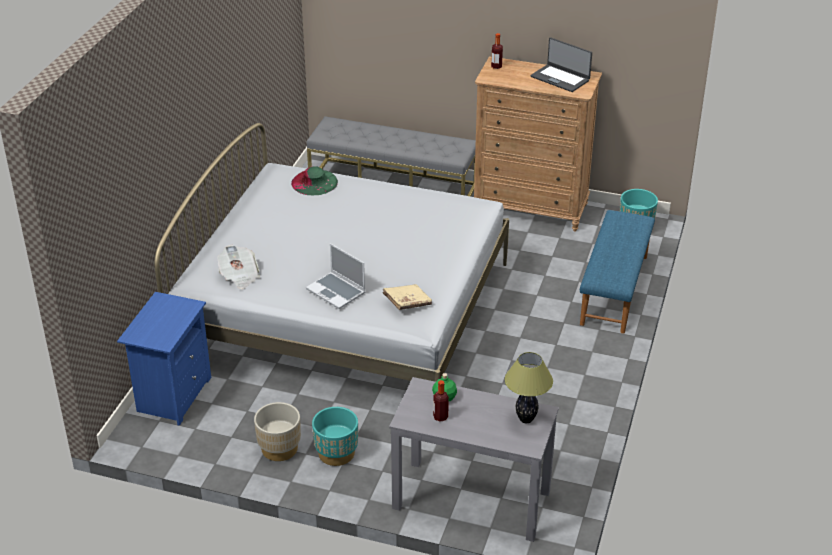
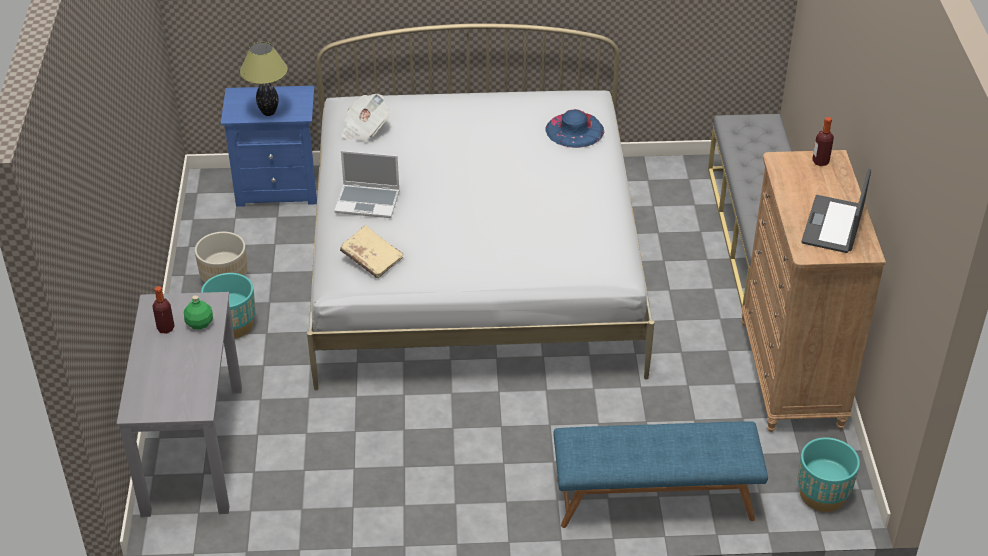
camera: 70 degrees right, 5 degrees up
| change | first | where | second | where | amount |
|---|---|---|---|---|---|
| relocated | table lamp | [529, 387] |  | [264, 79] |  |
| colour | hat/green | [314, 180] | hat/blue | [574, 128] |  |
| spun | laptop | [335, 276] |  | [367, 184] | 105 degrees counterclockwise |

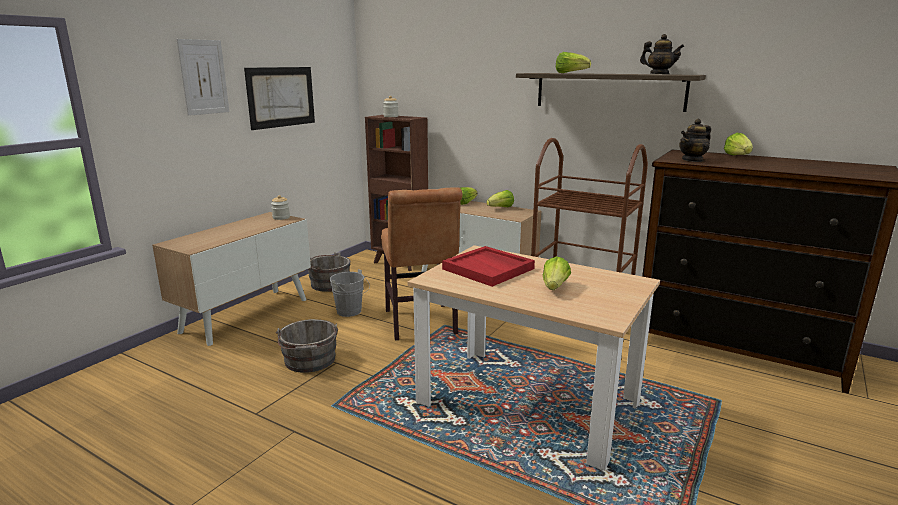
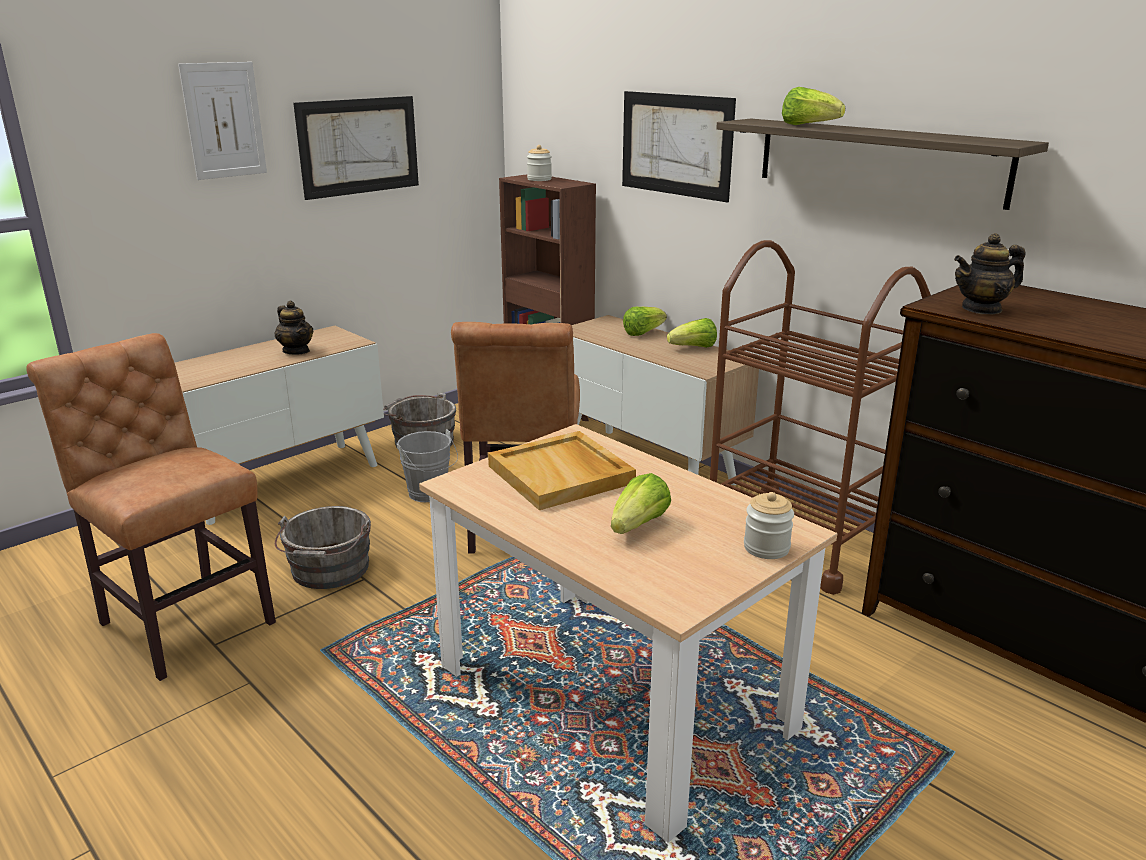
camera: 15 degrees right, 5 degrees up
| change | first | where | second | where | amount |
|---|---|---|---|---|---|
| missing | lettuce | [738, 144] |  |  |  |
| appeared |  |  | chair/brown | [151, 507] |  |
| appeared |  |  | picture | [679, 146] |  |
| relocated | jar | [280, 207] |  | [769, 525] |  |
| relocated | teapot | [662, 54] |  | [293, 328] |  |
| colour | tray/red | [488, 266] | tray/beige | [562, 470] |  |

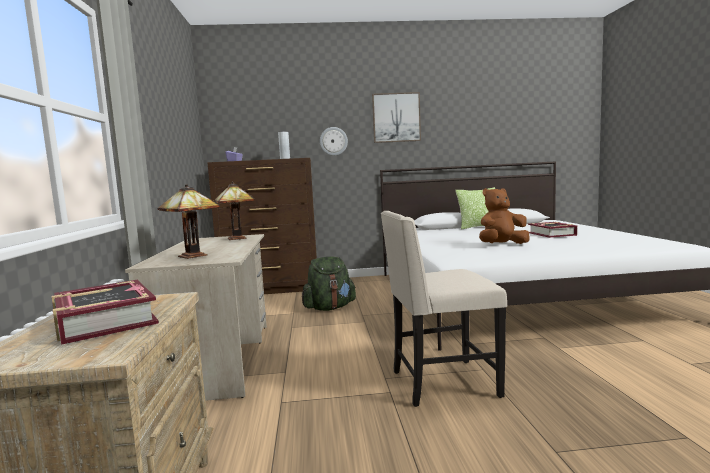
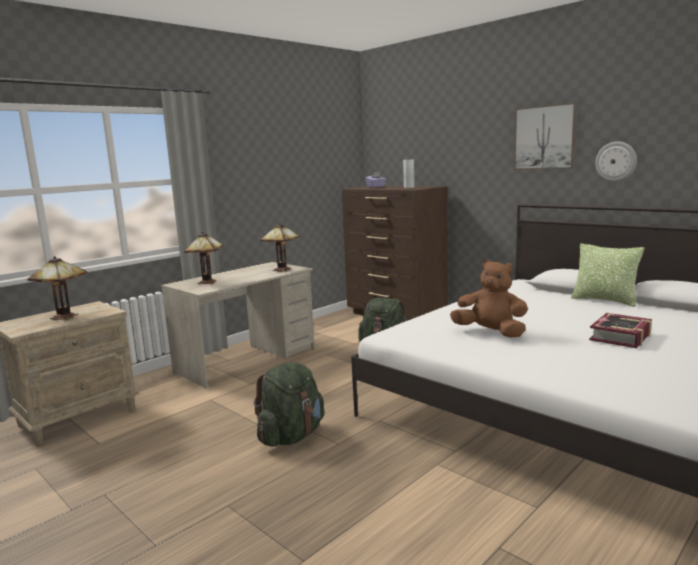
camera: 50 degrees right, 5 degrees up
| change | first | where | second | where | amount |
|---|---|---|---|---|---|
| relocated | wall clock | [334, 141] |  | [616, 161] |  |
| exchanged | book | [105, 312] | table lamp | [57, 288] |  |
| exchanged | chair/beige | [444, 309] | backpack/green | [289, 404] |  |

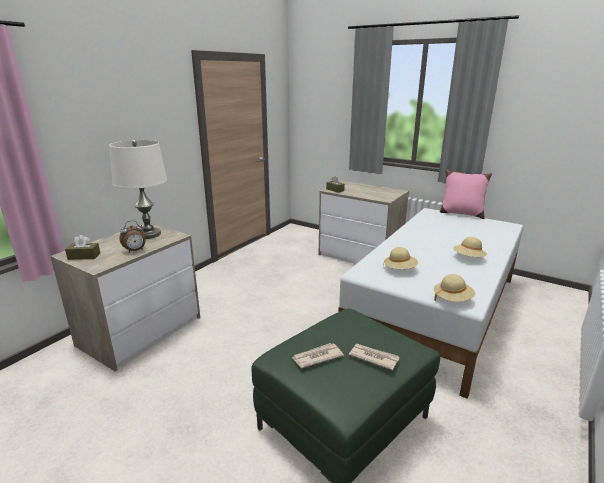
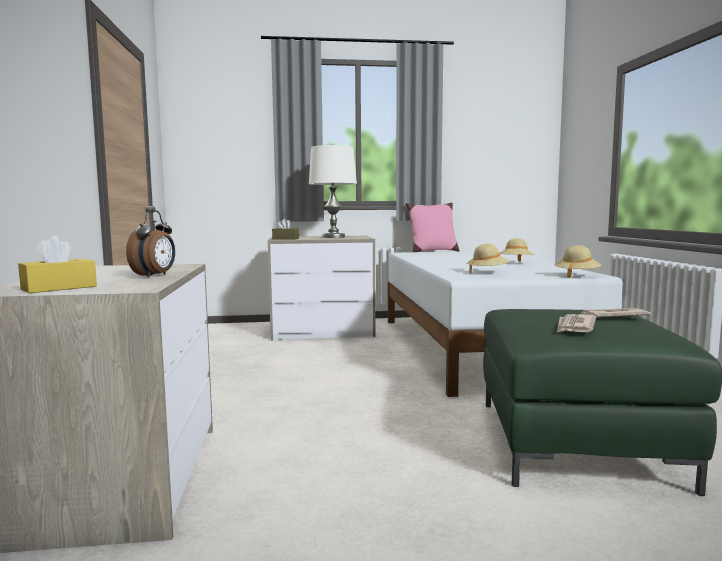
camera: 40 degrees left, 15 degrees down
| change | first | where | second | where | amount |
|---|---|---|---|---|---|
| relocated | table lamp/white | [138, 189] |  | [333, 191] |  |
| colour | tissue box/brown | [82, 247] | tissue box/yellow | [57, 264] |  |

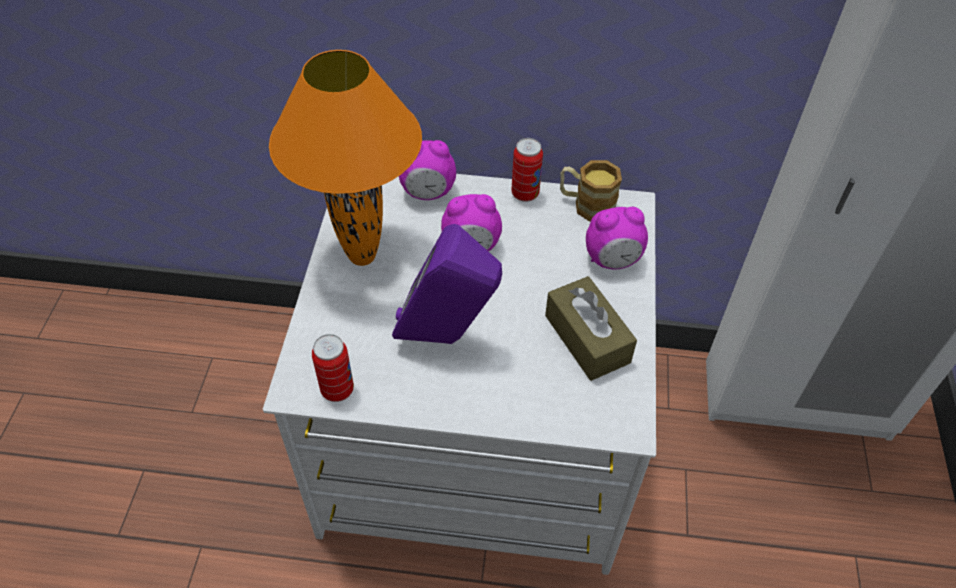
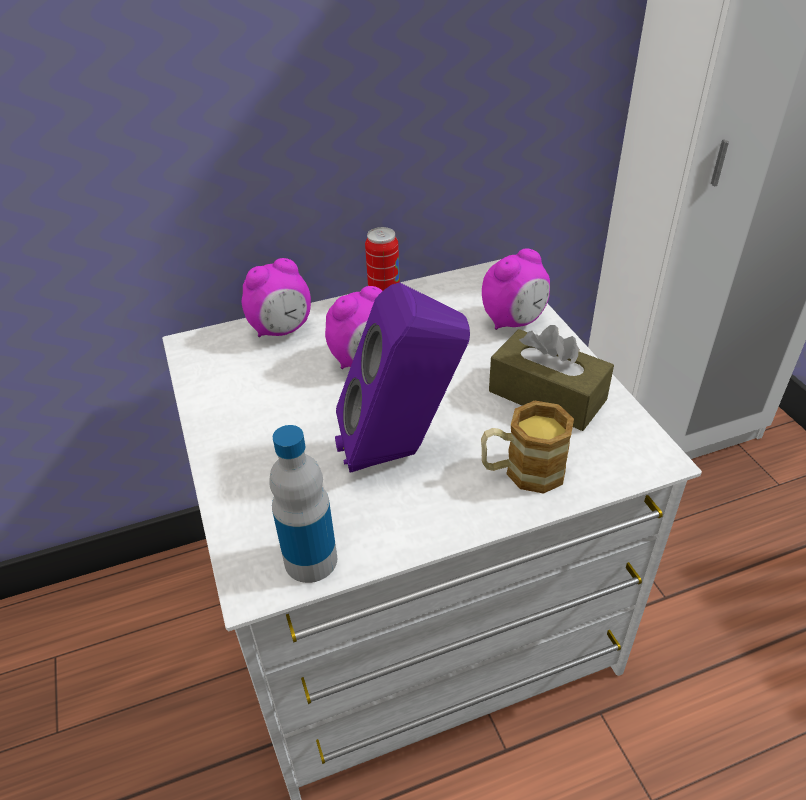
camera: 25 degrees left, 10 degrees down
| change | first | where | second | where | amount |
|---|---|---|---|---|---|
| missing | table lamp/orange | [345, 158] |  |  |  |
| relocated | mug | [591, 191] |  | [527, 447] |  |
| exchanged | can | [333, 368] | bottle | [303, 504] |  |

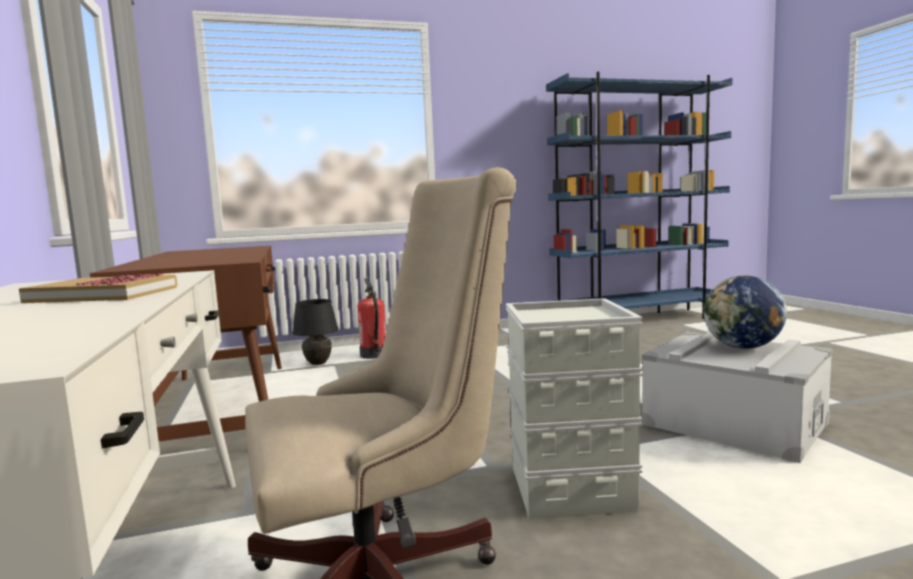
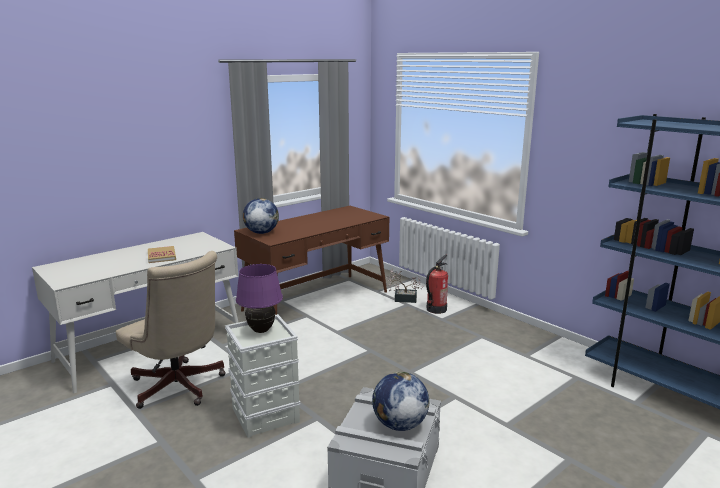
camera: 65 degrees right, 10 degrees up
| change | first | where | second | where | amount |
|---|---|---|---|---|---|
| appeared |  |  | table lamp/purple | [259, 298] |  |
| appeared |  |  | globe | [261, 216] |  |
| exchanged | table lamp/black | [315, 332] | potted plant | [404, 285] |  |

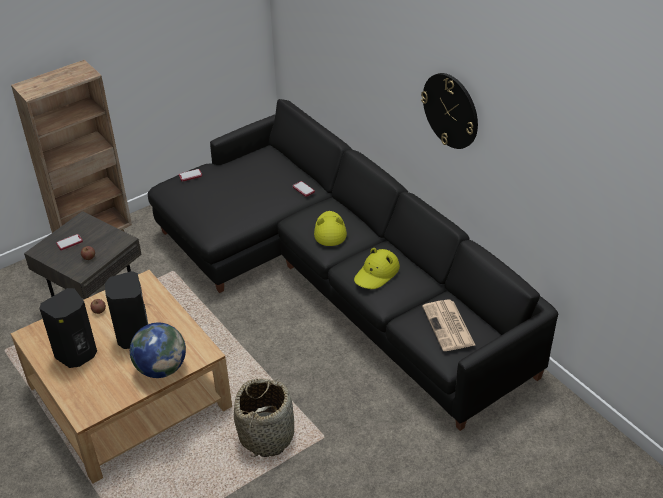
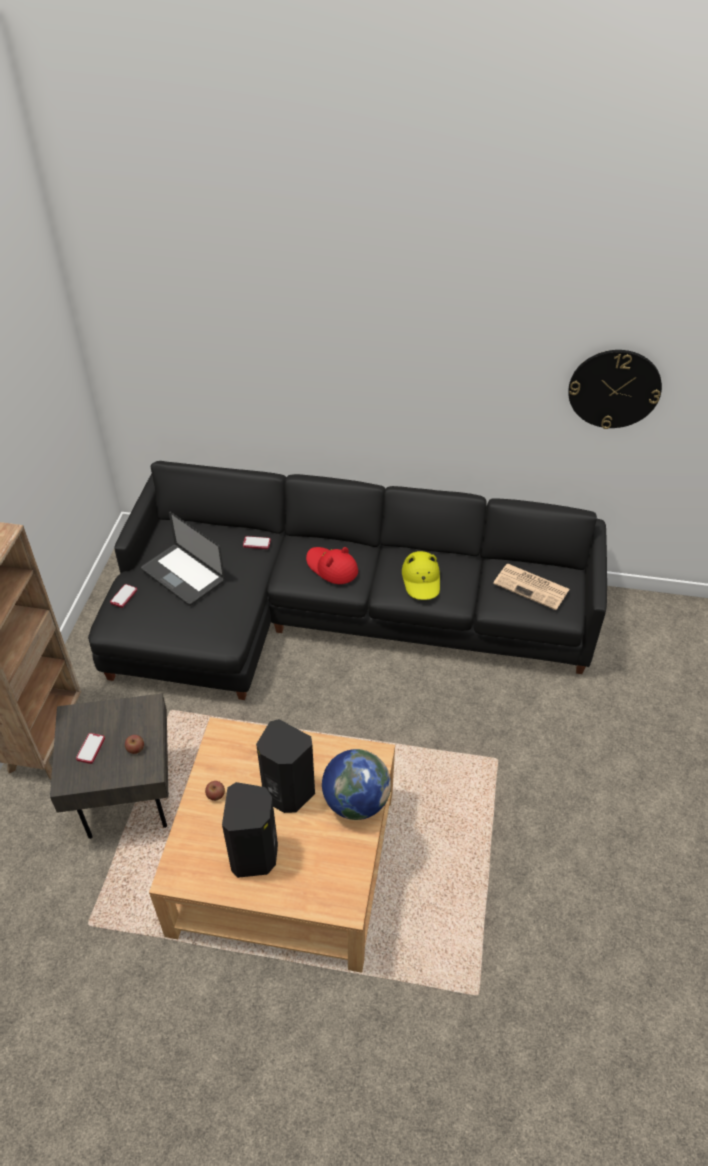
camera: 45 degrees left, 5 degrees up
| change | first | where | second | where | amount |
|---|---|---|---|---|---|
| missing | basket | [264, 418] |  |  |  |
| appeared |  |  | laptop | [183, 558] |  |
| relocated | wall clock | [449, 111] |  | [615, 389] |  |
| colour | hat/yellow | [330, 228] | hat/red | [332, 565] |  |

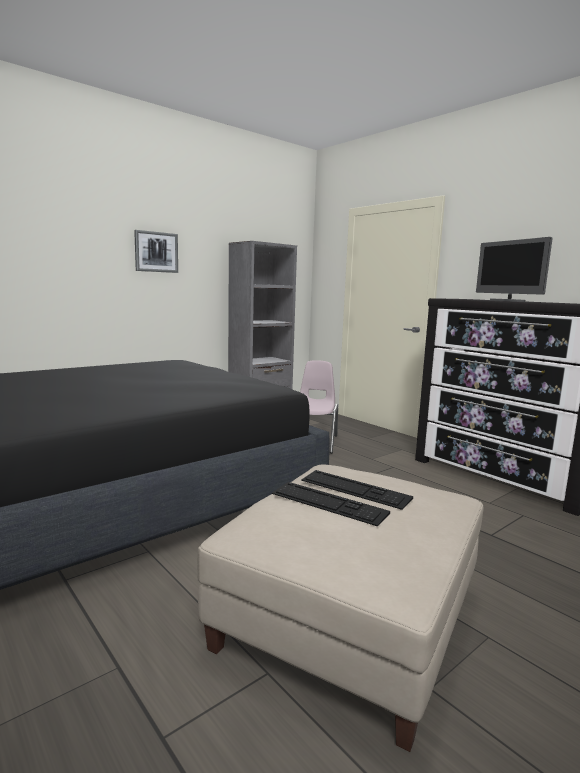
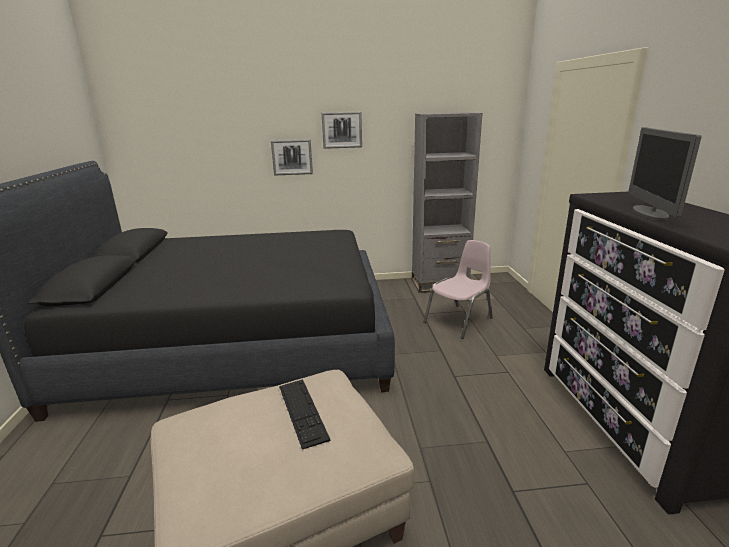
camera: 35 degrees right, 10 degrees up
| change | first | where | second | where | amount |
|---|---|---|---|---|---|
| missing | keyboard | [331, 504] |  |  |  |
| appeared |  |  | picture | [292, 157] |  |

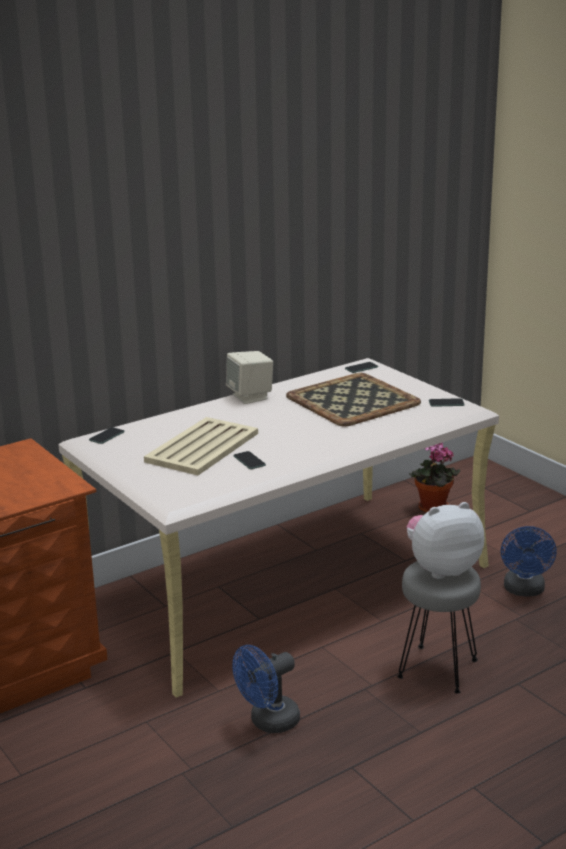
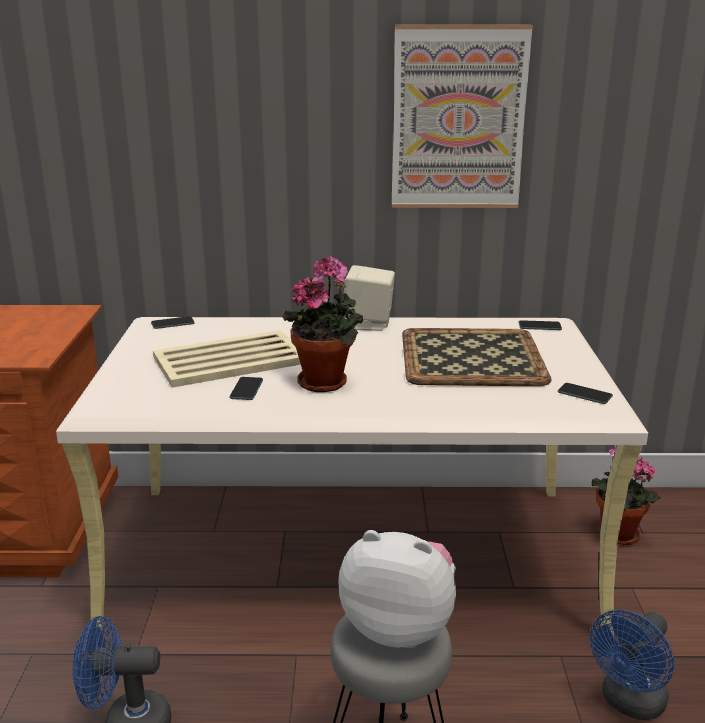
camera: 35 degrees right, 0 degrees up
| change | first | where | second | where | amount |
|---|---|---|---|---|---|
| appeared |  |  | potted plant | [323, 324] |  |
| appeared |  |  | picture | [462, 116] |  |

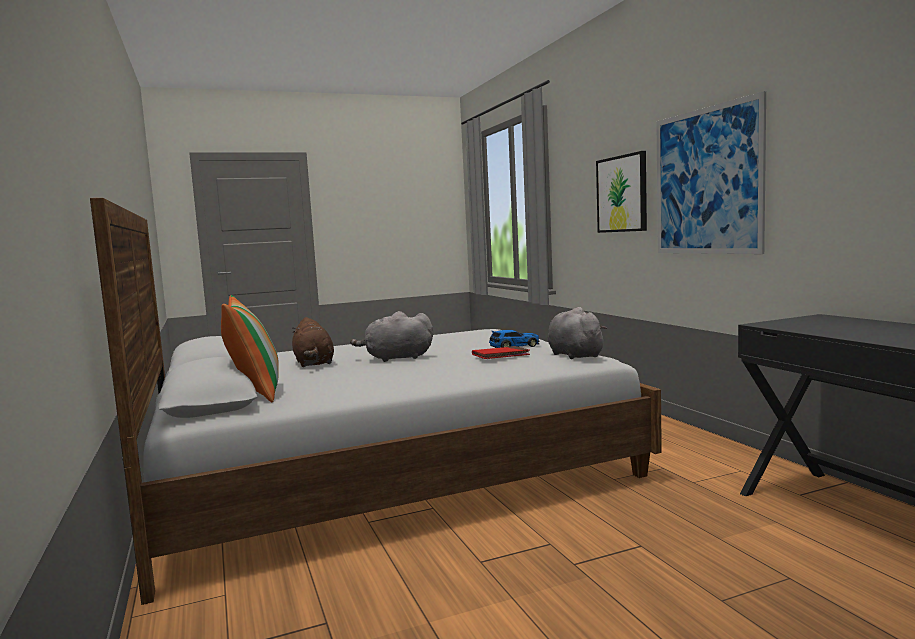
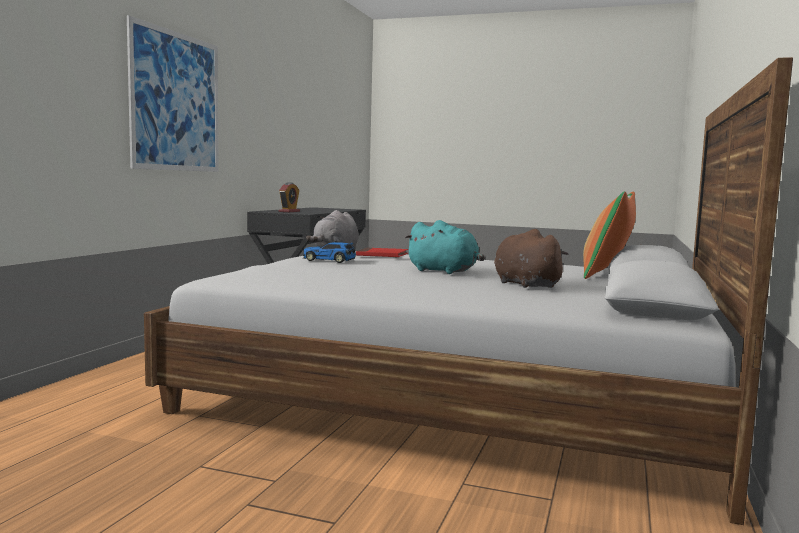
camera: 140 degrees left, 0 degrees up
| change | first | where | second | where | amount |
|---|---|---|---|---|---|
| missing | picture | [621, 192] |  |  |  |
| appeared |  |  | alarm clock | [289, 197] |  |
| colour | plush toy/grey | [391, 336] | plush toy/turquoise | [445, 247] |  |
| spun | plush toy/brown | [313, 342] |  | [531, 258] | 45 degrees counterclockwise |

